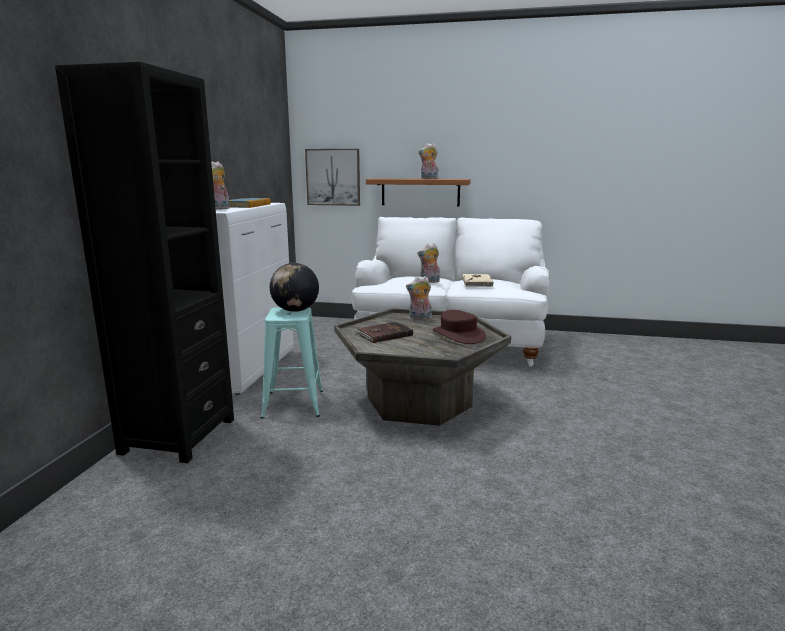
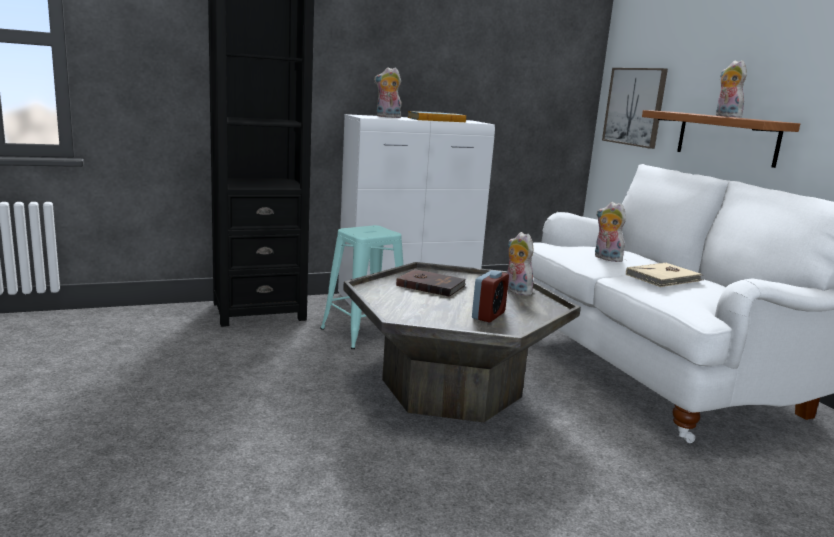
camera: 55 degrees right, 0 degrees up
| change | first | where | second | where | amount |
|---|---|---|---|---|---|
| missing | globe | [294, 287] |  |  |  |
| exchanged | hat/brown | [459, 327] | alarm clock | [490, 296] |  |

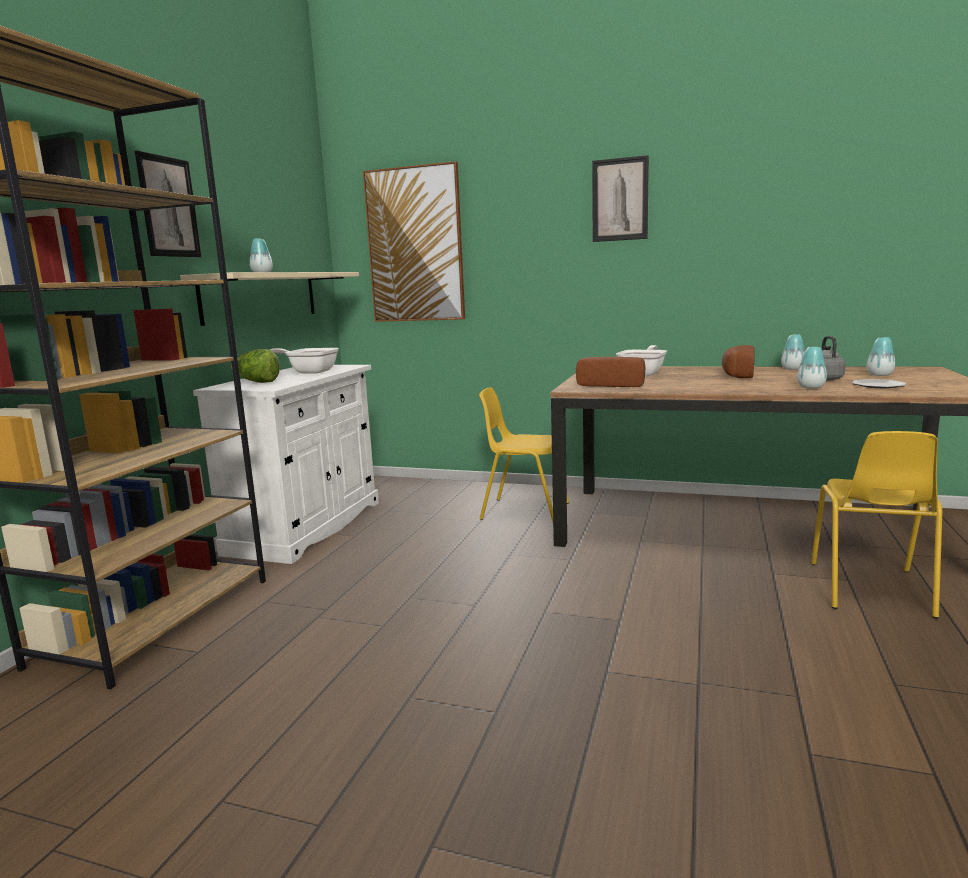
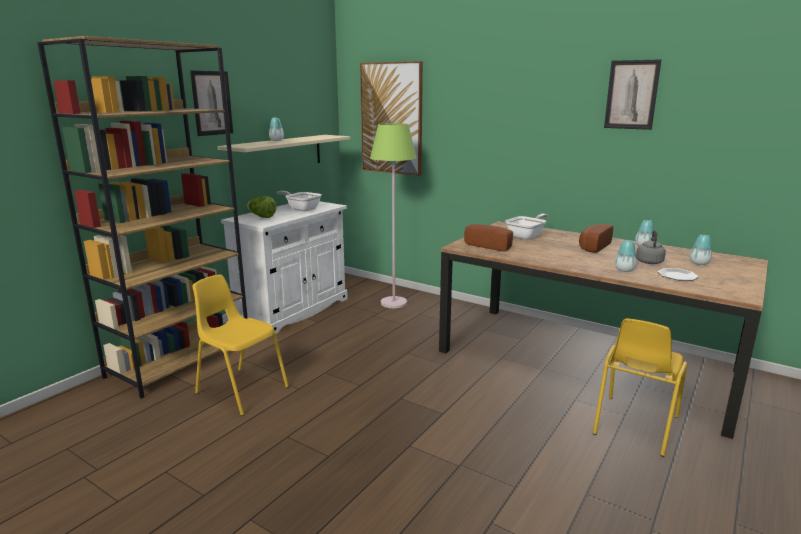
camera: 15 degrees right, 5 degrees up
| change | first | where | second | where | amount |
|---|---|---|---|---|---|
| appeared |  |  | floor lamp/green | [393, 215] |  |
| relocated | chair/yellow | [524, 455] |  | [240, 345] |  |
| relocated | picture | [620, 198] |  | [632, 94] |  |

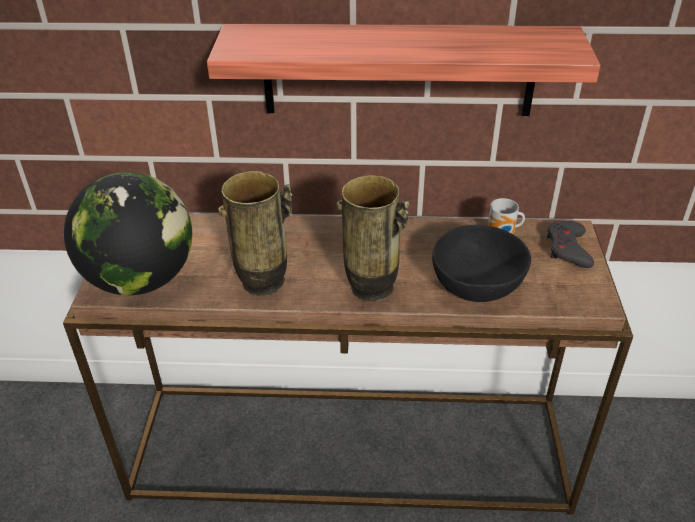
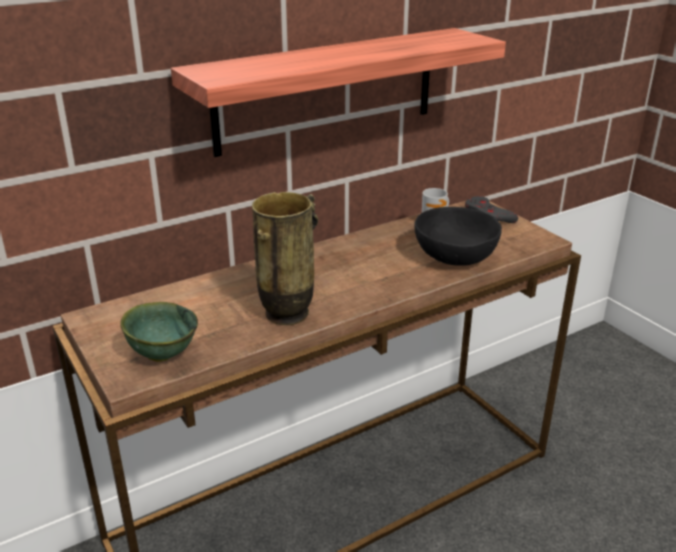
camera: 35 degrees left, 10 degrees down
| change | first | where | second | where | amount |
|---|---|---|---|---|---|
| missing | vase | [372, 238] |  |  |  |
| exchanged | globe | [128, 233] | bowl/green | [159, 332] |  |

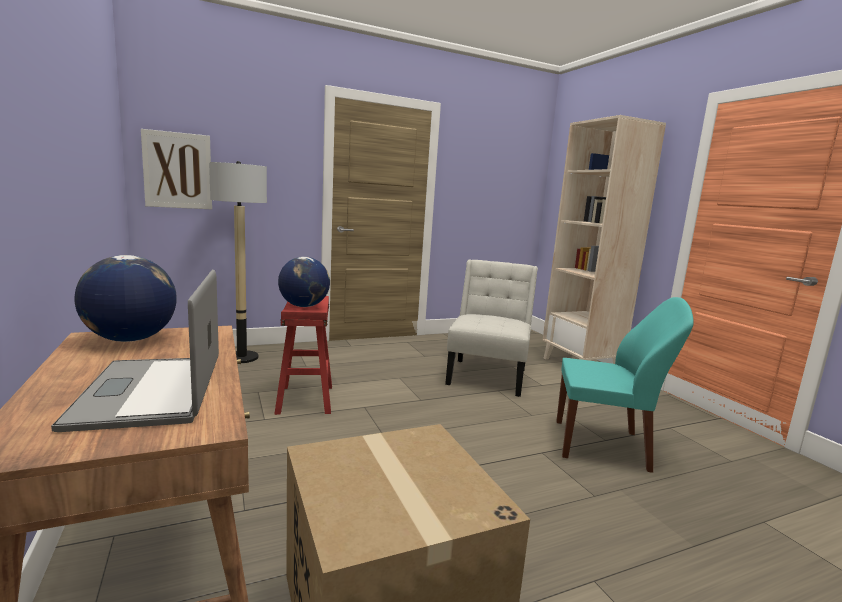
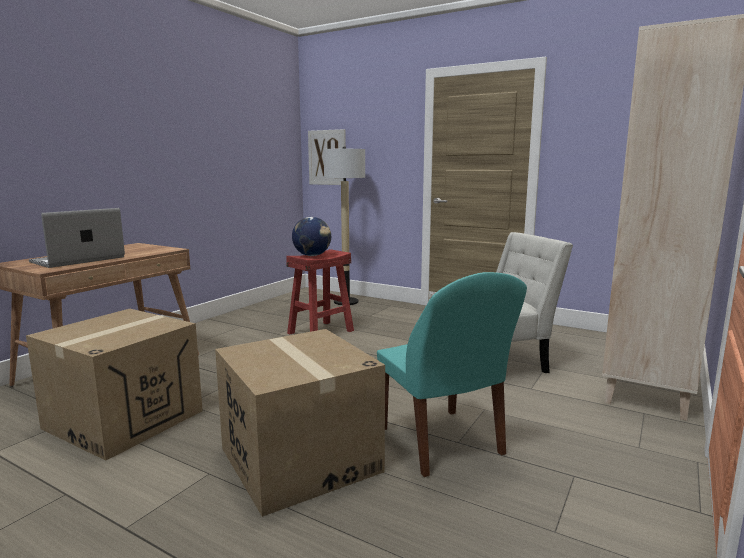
camera: 55 degrees right, 0 degrees up
| change | first | where | second | where | amount |
|---|---|---|---|---|---|
| missing | globe | [126, 298] |  |  |  |
| appeared |  |  | cardboard box | [300, 423] |  |

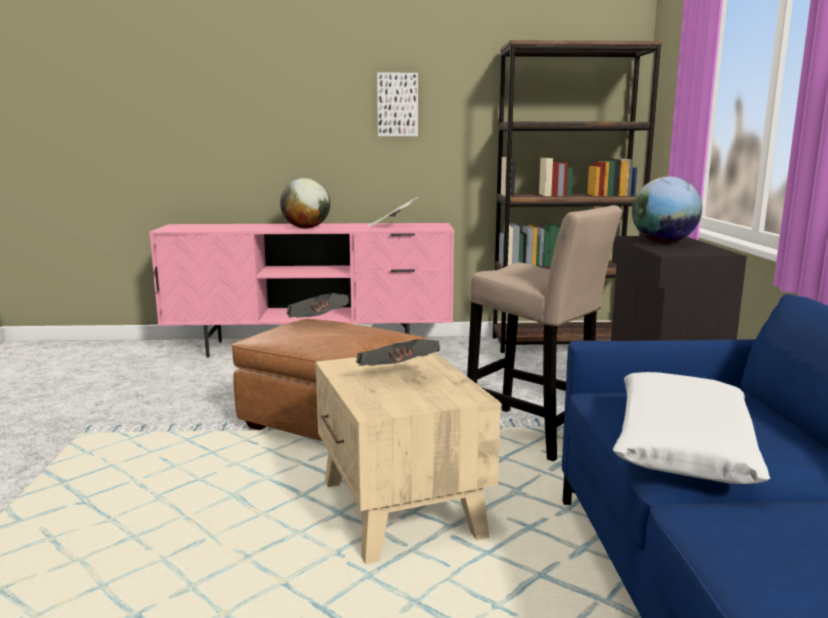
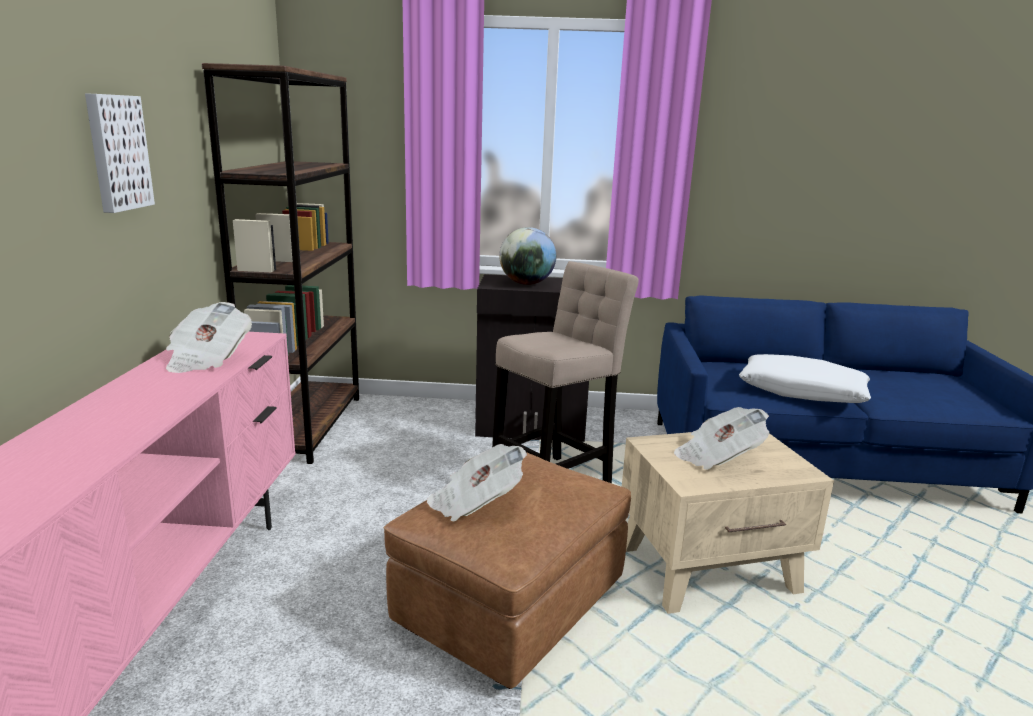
camera: 85 degrees left, 5 degrees up
| change | first | where | second | where | amount |
|---|---|---|---|---|---|
| missing | globe | [305, 203] |  |  |  |

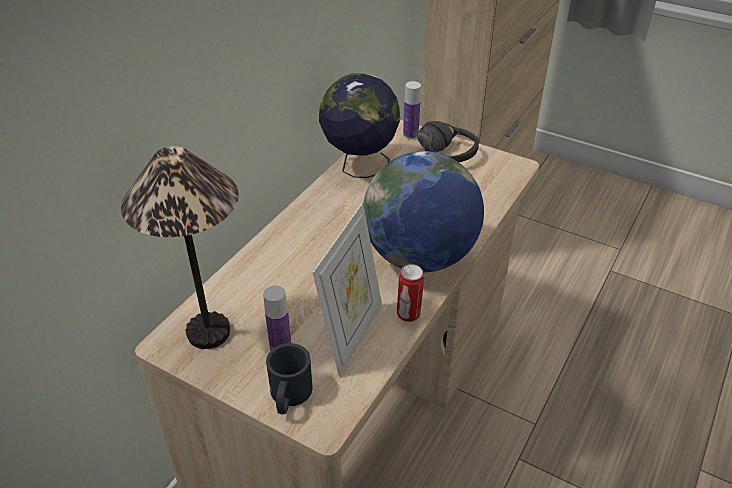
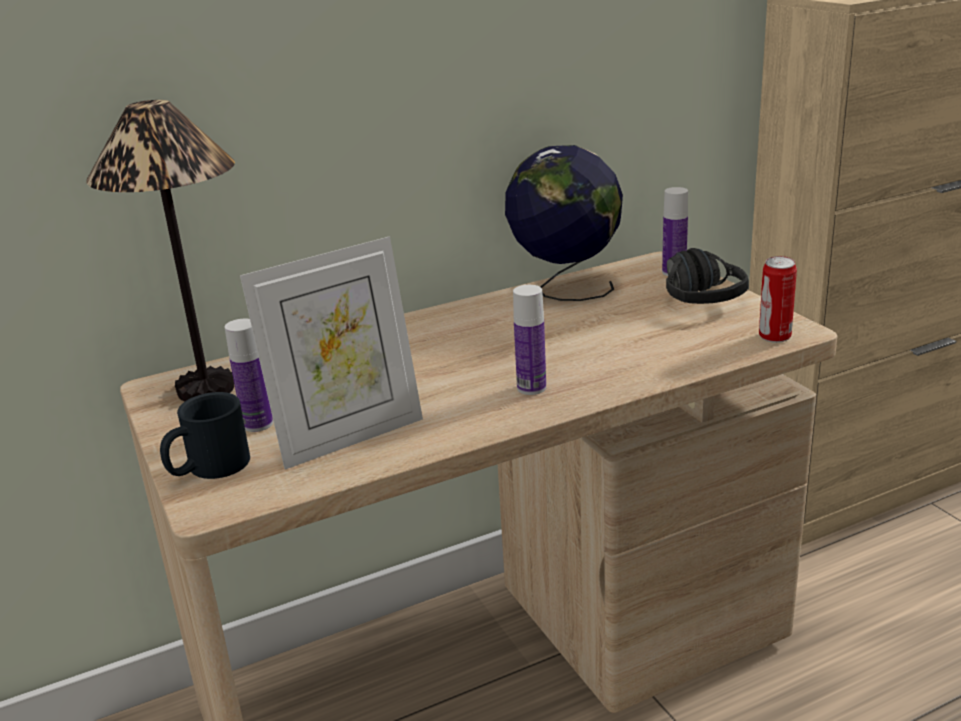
camera: 35 degrees right, 15 degrees down
| change | first | where | second | where | amount |
|---|---|---|---|---|---|
| relocated | can | [410, 293] |  | [778, 299] |  |
| exchanged | globe | [423, 211] | bottle | [529, 340] |  |

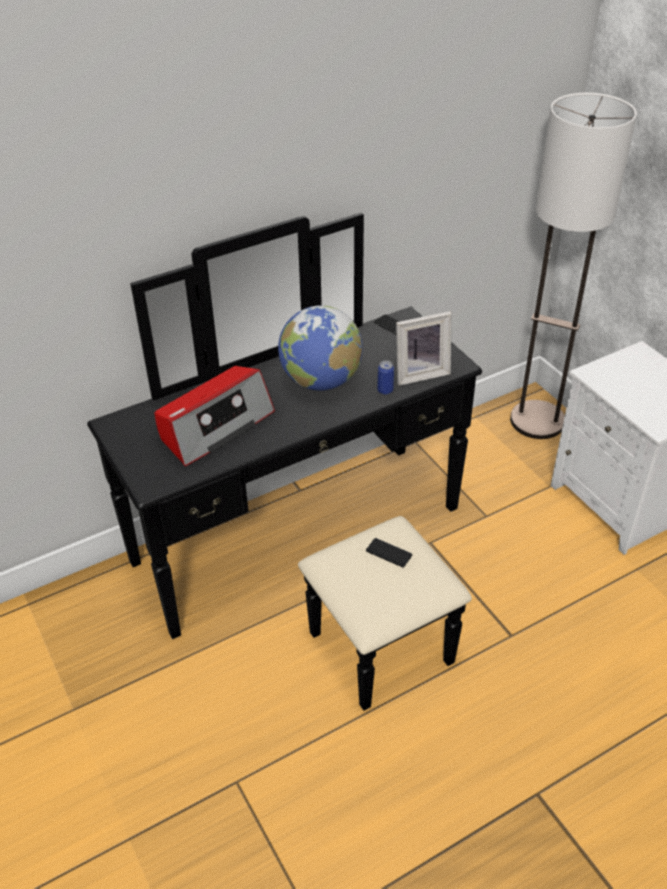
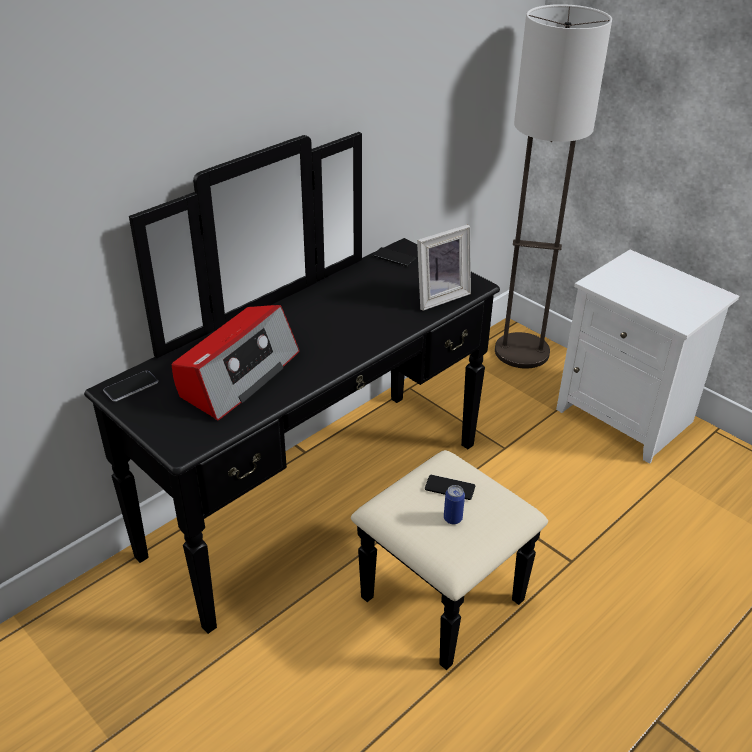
camera: 15 degrees left, 5 degrees down
| change | first | where | second | where | amount |
|---|---|---|---|---|---|
| missing | globe | [320, 348] |  |  |  |
| appeared |  |  | phone | [130, 386] |  |
| relocated | can | [385, 377] |  | [454, 504] |  |

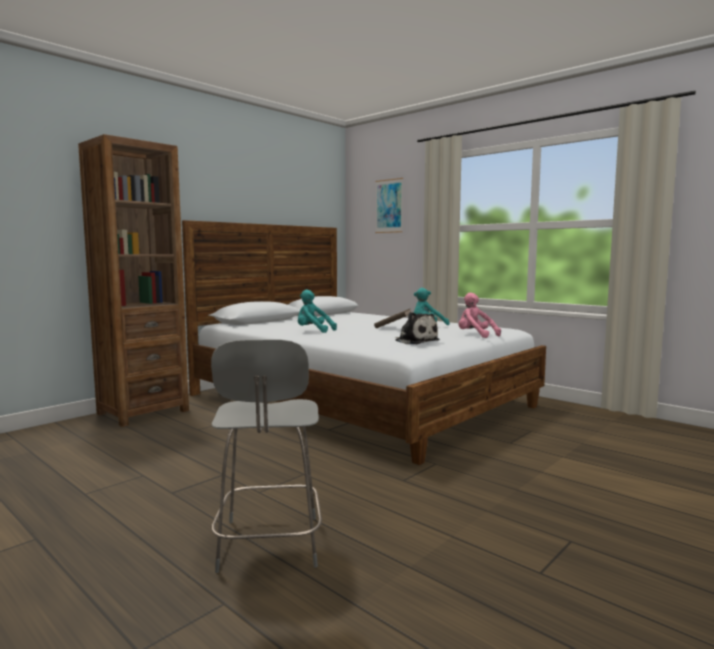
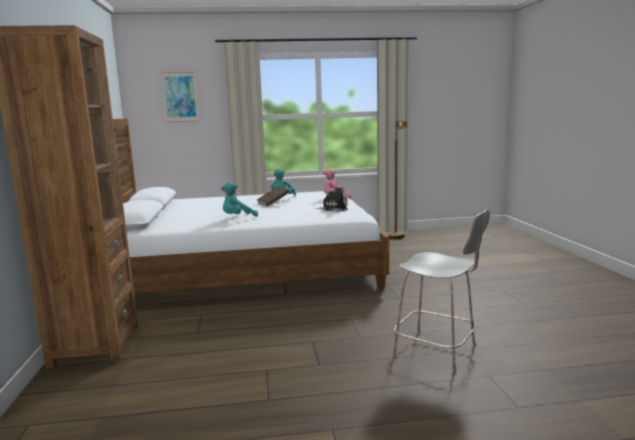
camera: 50 degrees left, 5 degrees up
| change | first | where | second | where | amount |
|---|---|---|---|---|---|
| appeared |  |  | floor lamp/brown | [396, 180] |  |

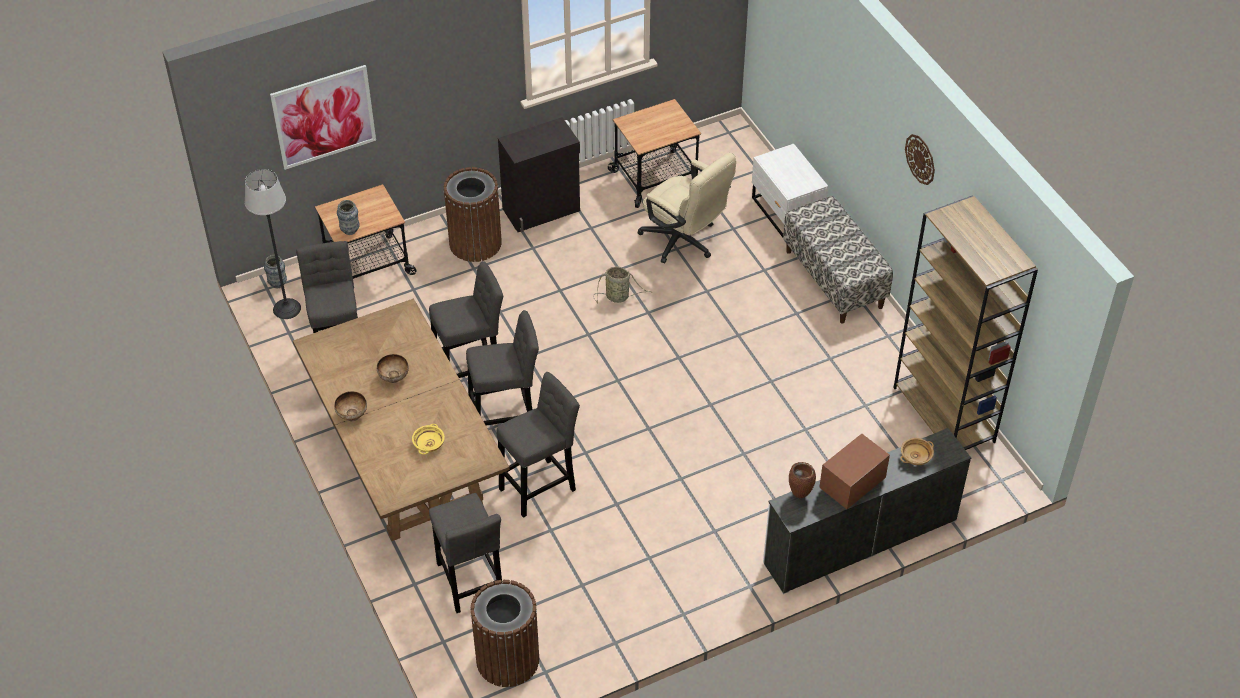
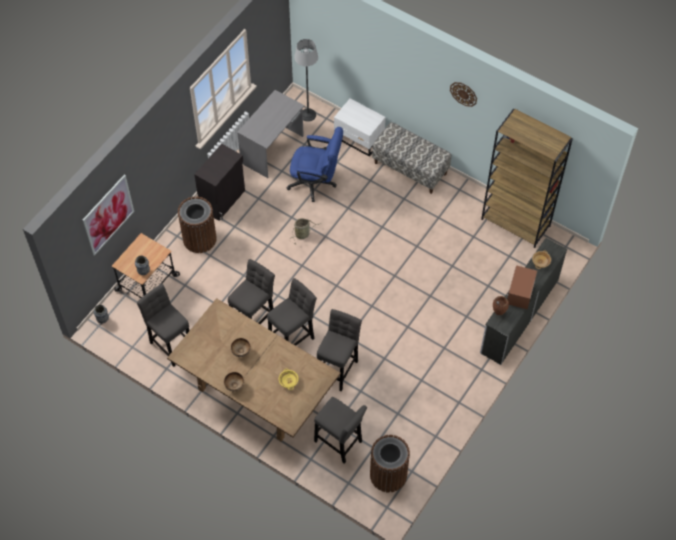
camera: 30 degrees left, 10 degrees up
| change | first | where | second | where | amount |
|---|---|---|---|---|---|
| relocated | floor lamp | [273, 244] |  | [306, 80] |  |
| exchanged | cart | [654, 153] | desk/grey | [270, 134] |  |
| colour | office chair/beige | [687, 208] | office chair/blue | [314, 164] |  |

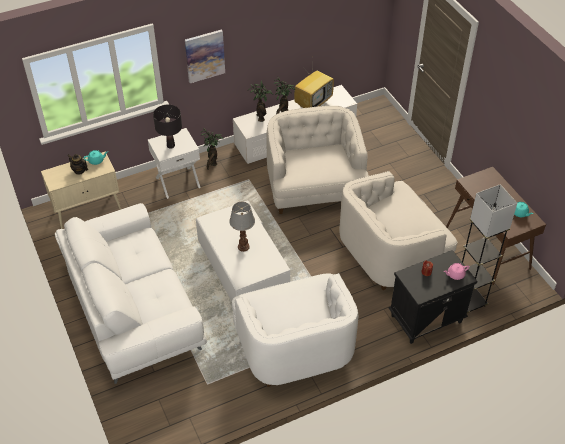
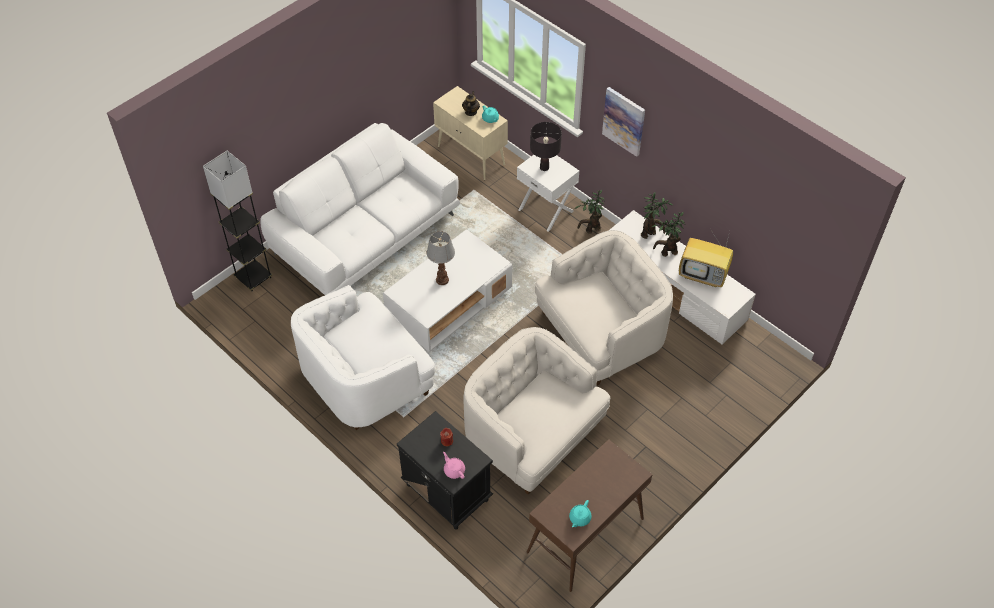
camera: 70 degrees right, 5 degrees up
| change | first | where | second | where | amount |
|---|---|---|---|---|---|
| relocated | floor lamp/grey | [489, 248] |  | [238, 221] |  |

